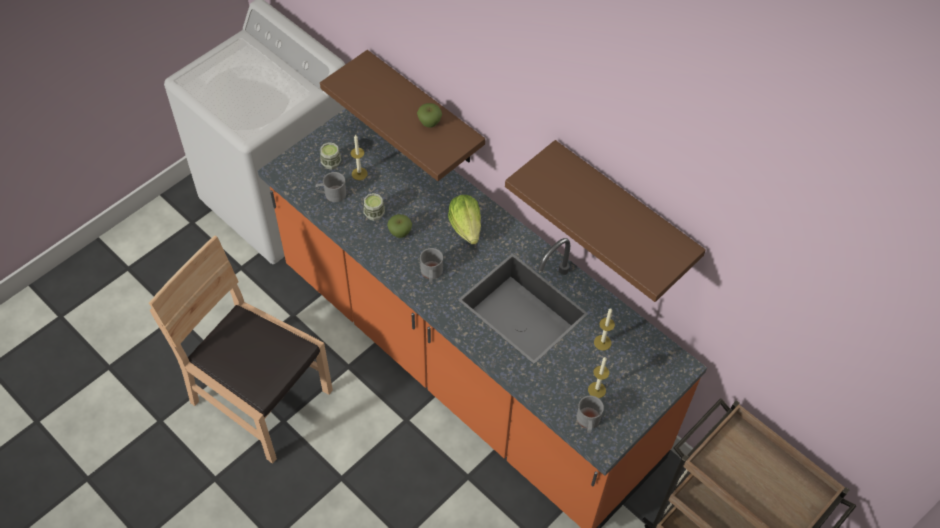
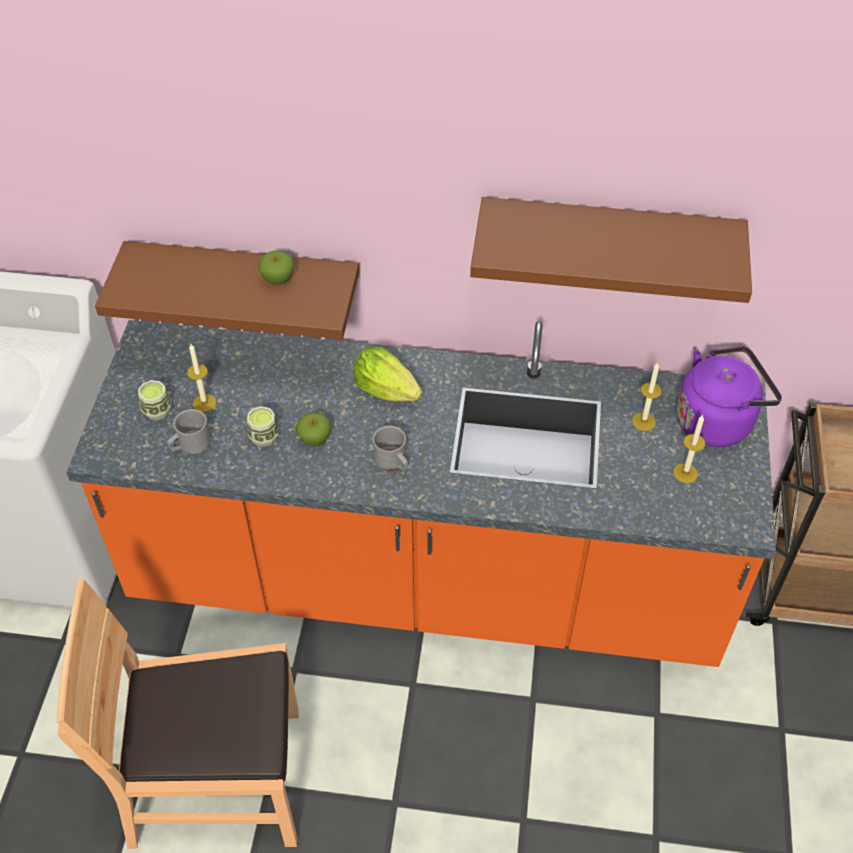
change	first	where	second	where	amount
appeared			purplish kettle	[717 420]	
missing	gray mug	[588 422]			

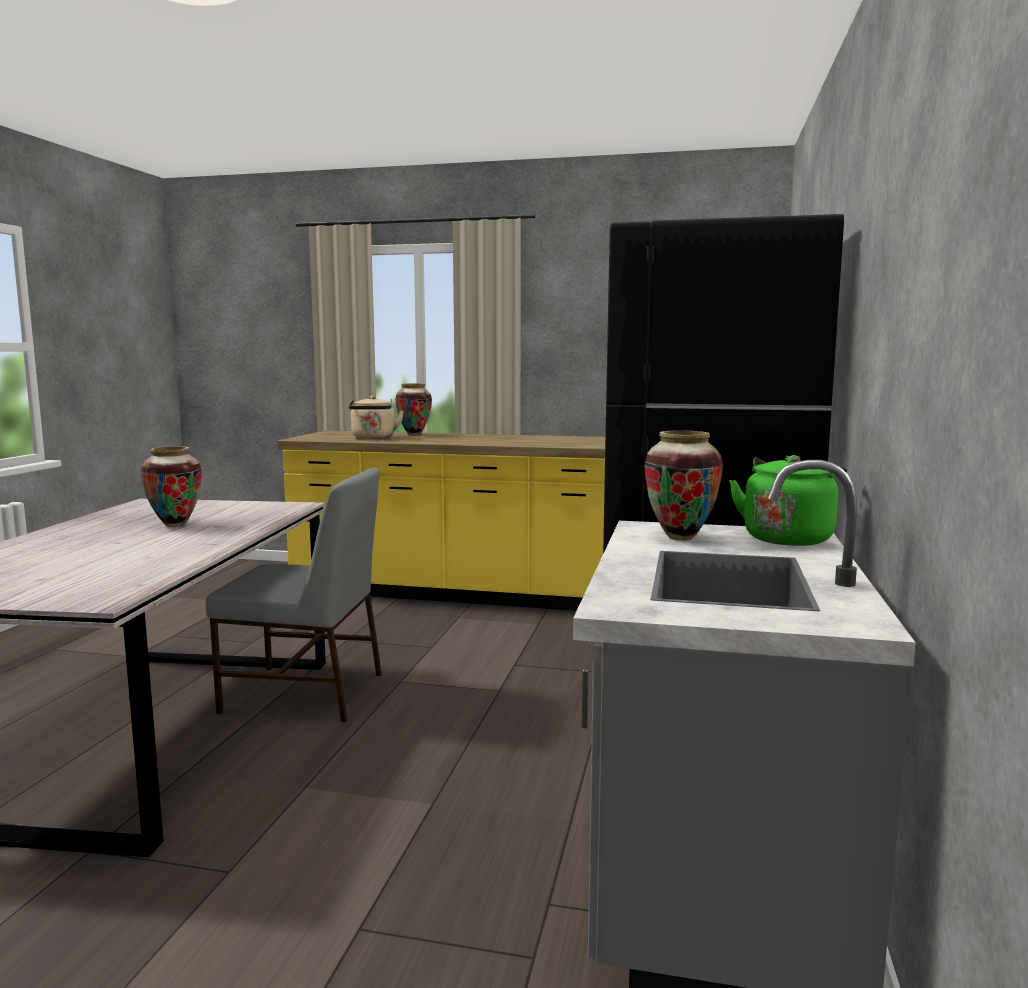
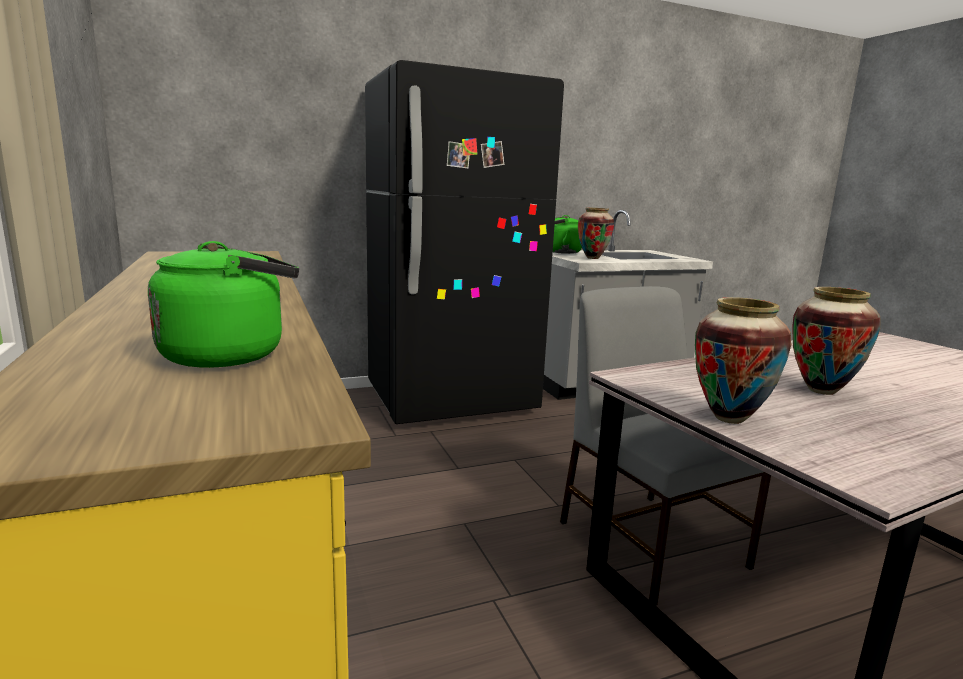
change	first	where	second	where	amount
colour	beige kettle	[373 438]	greenish kettle	[230 354]	
relocated	flower vase	[414 434]		[729 418]	

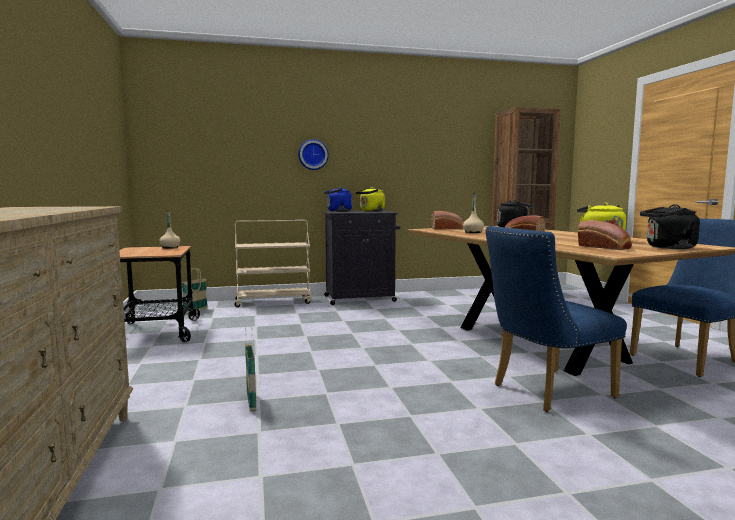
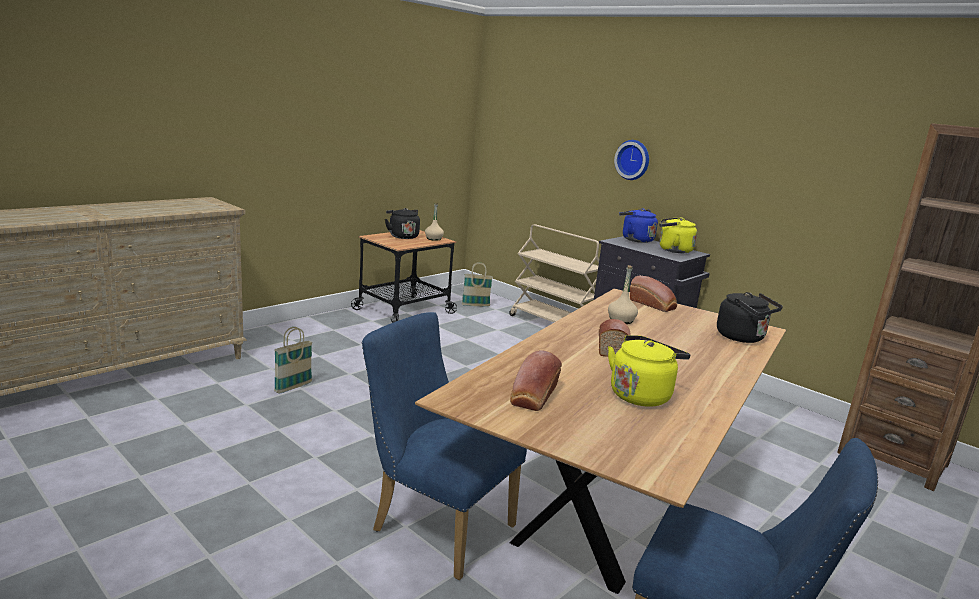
change	first	where	second	where	amount
relocated	black kettle	[668 248]		[402 236]	

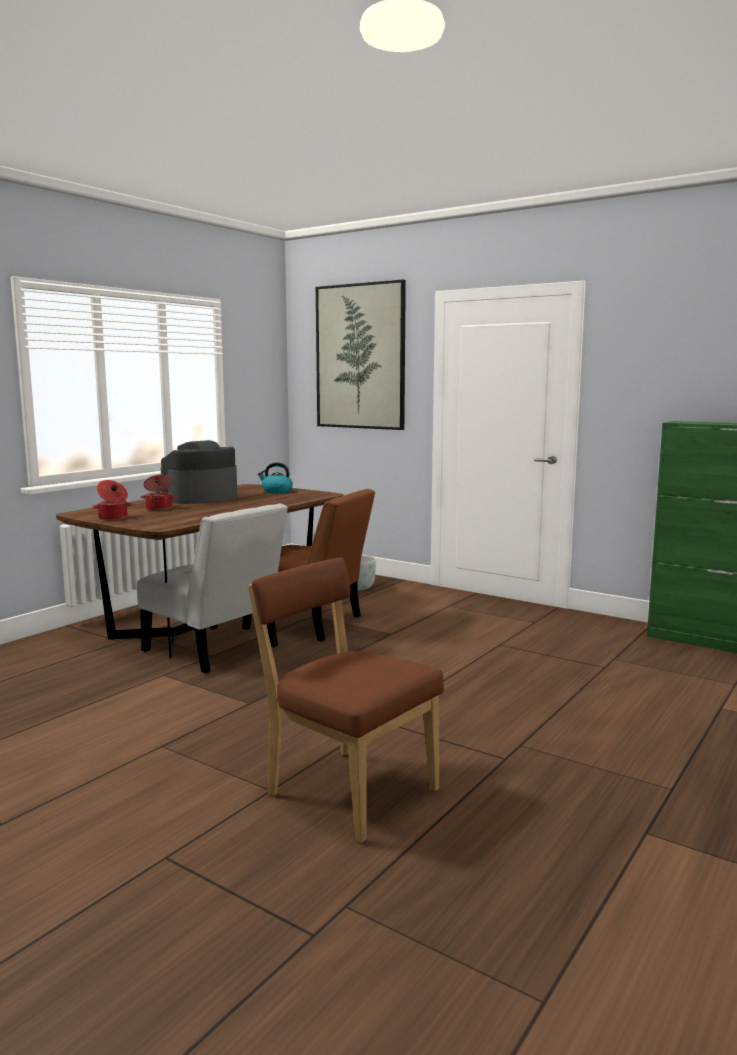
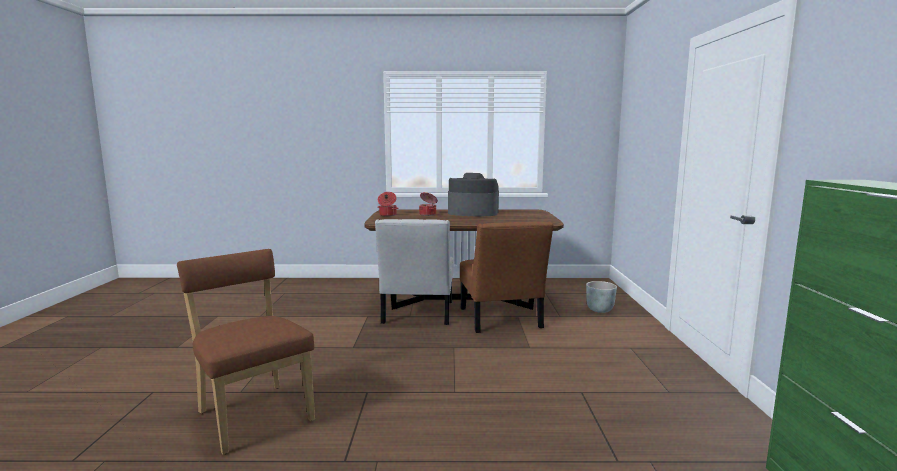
change	first	where	second	where	amount
spun	brown upright chair	[346 789]		[253 414]	45 degrees counterclockwise
missing	kettle	[276 491]			
missing	picture	[360 357]			

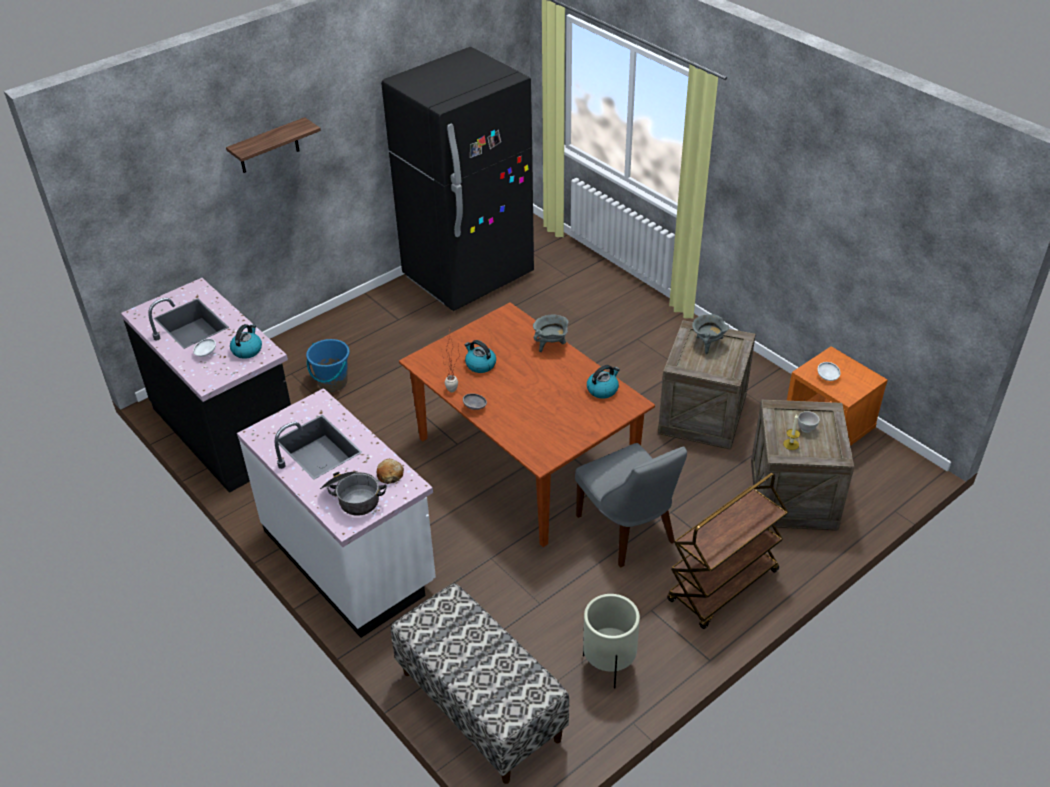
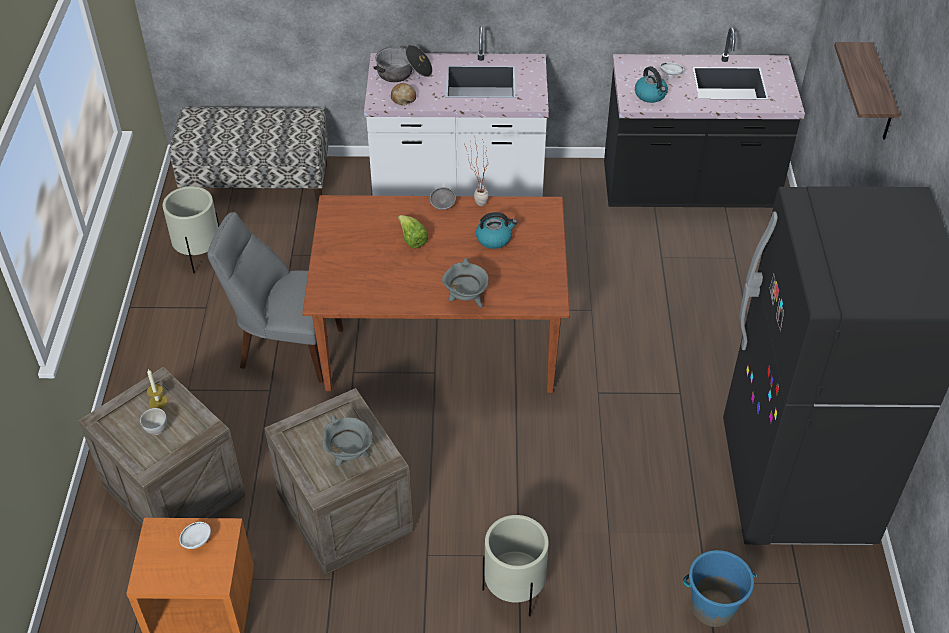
change	first	where	second	where	amount
appeared			head of lettuce	[412 240]	
appeared			beige flower pot	[514 591]	
relocated	blue bucket	[332 382]		[712 607]	
missing	kettle	[602 389]			
missing	brown trolley	[723 587]			

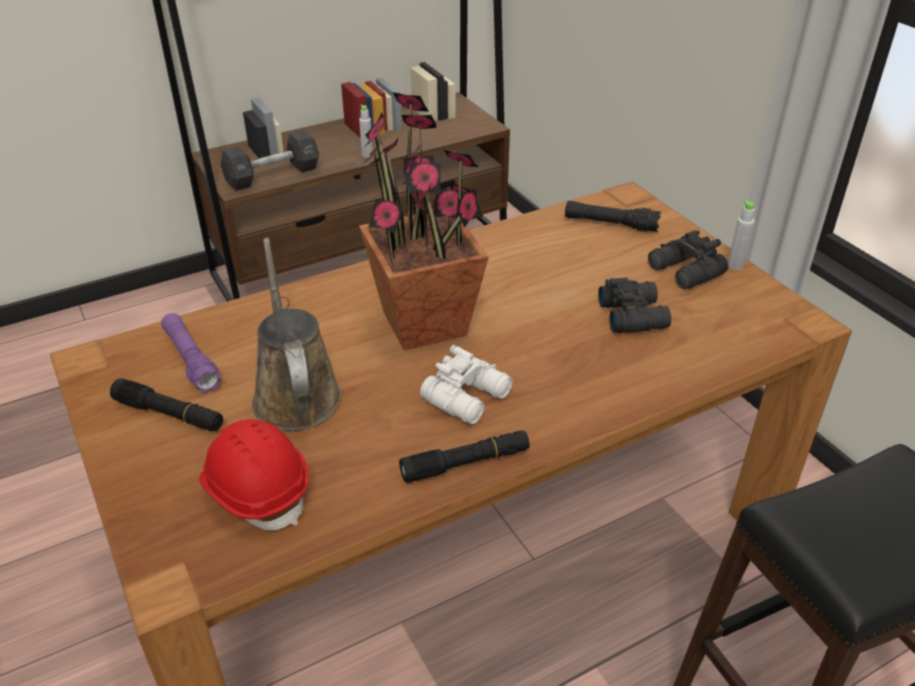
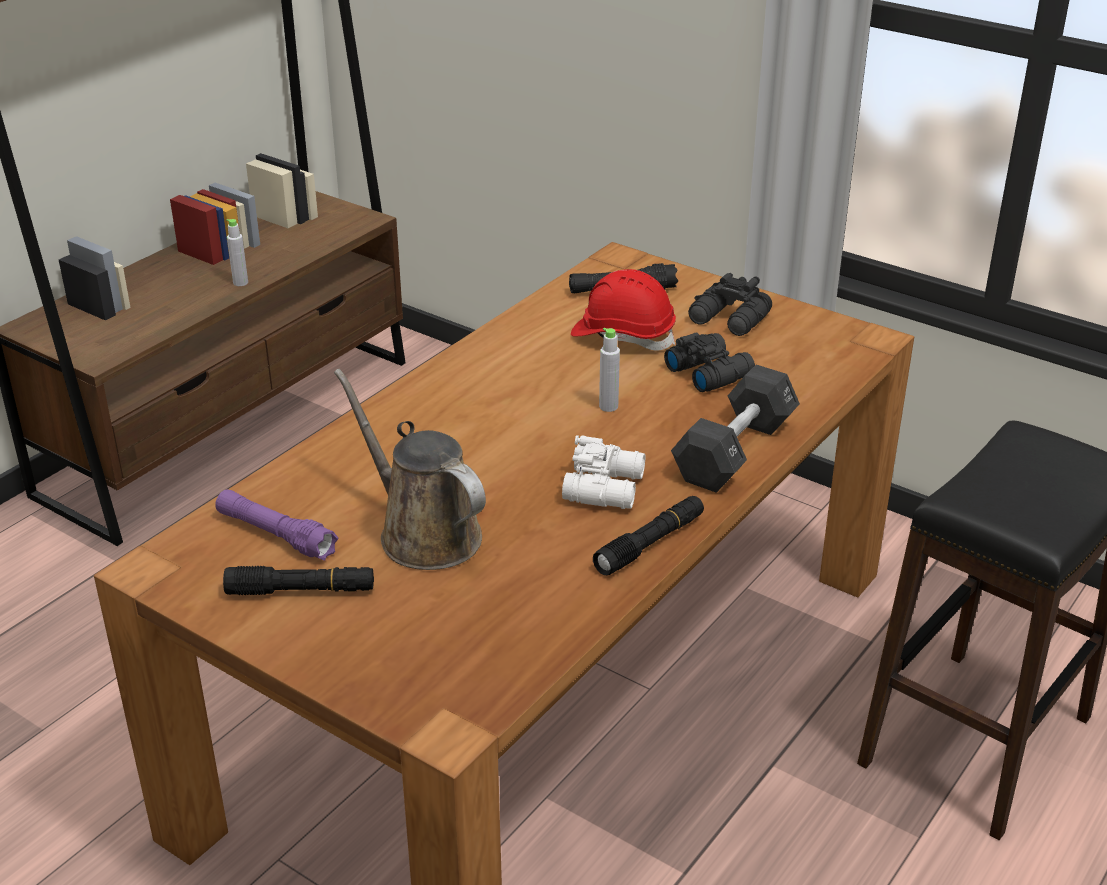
change	first	where	second	where	amount
relocated	red-coloured safety helmet	[256 490]		[623 336]	
relocated	gray bottle	[735 266]		[608 406]	
relocated	black hand weight	[272 175]		[734 451]	
missing	houseplant	[425 324]			

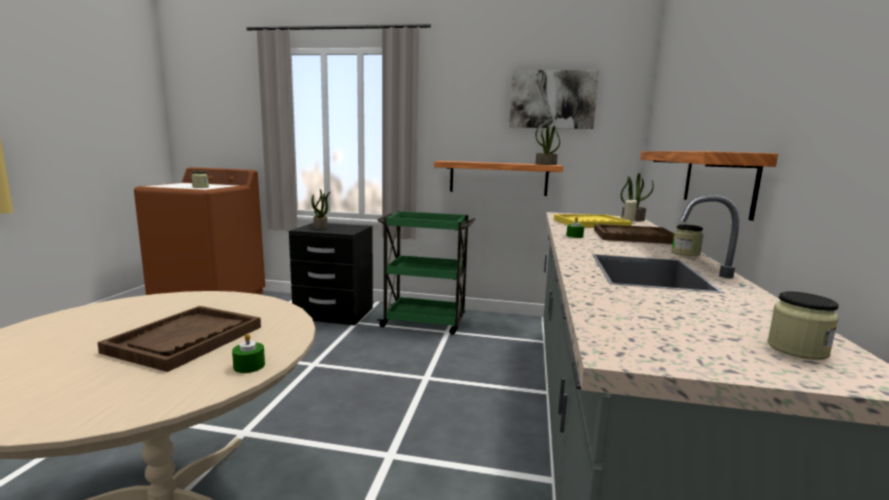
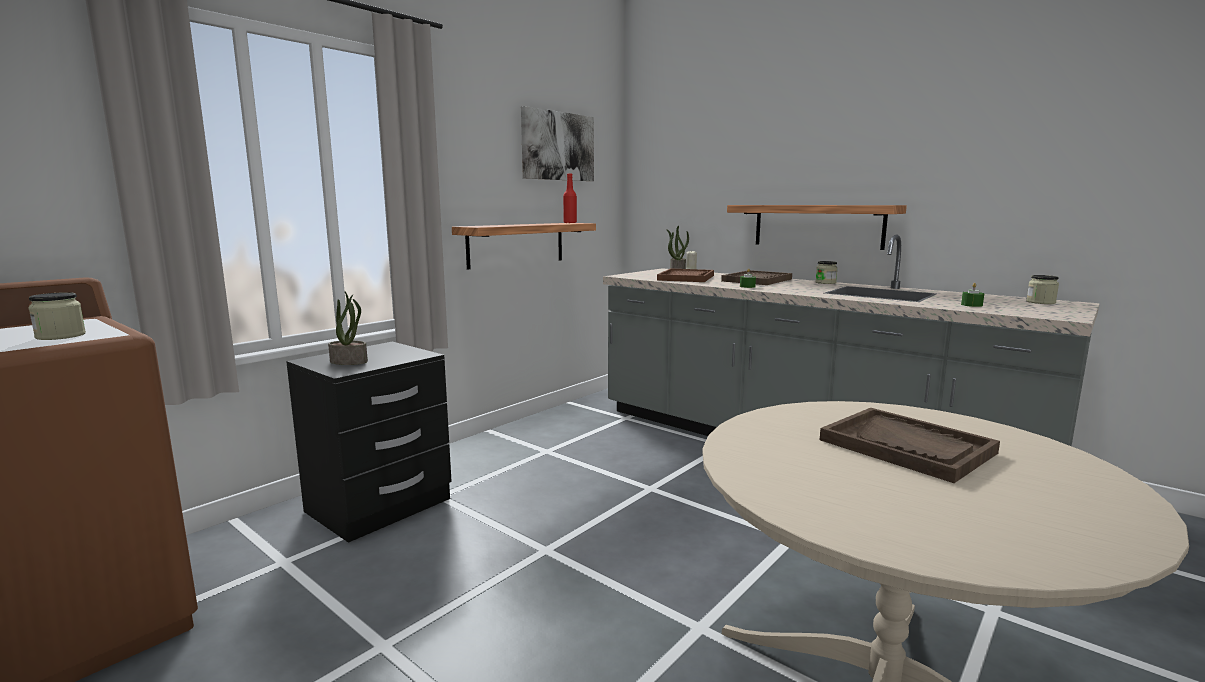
change	first	where	second	where	amount
exchanged	houseplant	[545 164]	red-coloured bottle	[570 223]	
colour	yellow-coloured serving tray	[590 223]	brown serving tray	[686 278]	
relocated	greenish wax light	[249 366]		[971 305]	
missing	greenish trolley	[425 322]			

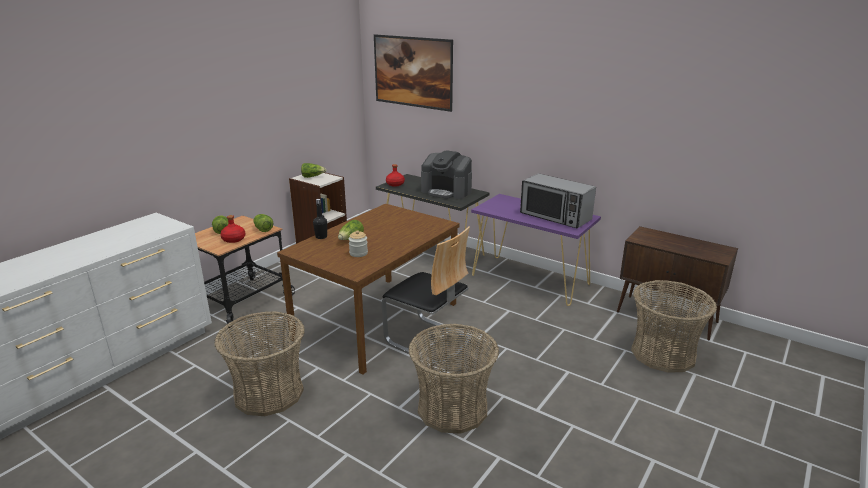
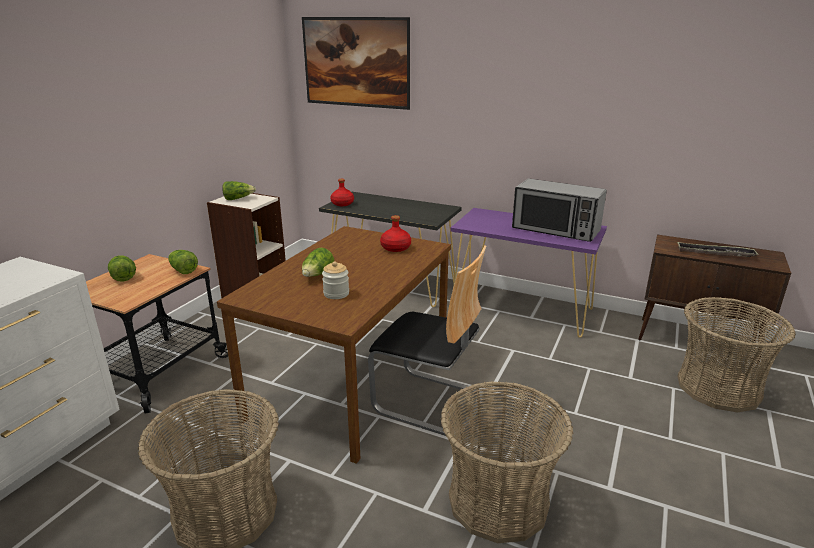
change	first	where	second	where	amount
relocated	red-coloured bottle	[234 239]		[396 248]	
appeared			serving tray	[715 253]	
missing	black bottle	[321 237]			
missing	coffee brewer	[447 191]			

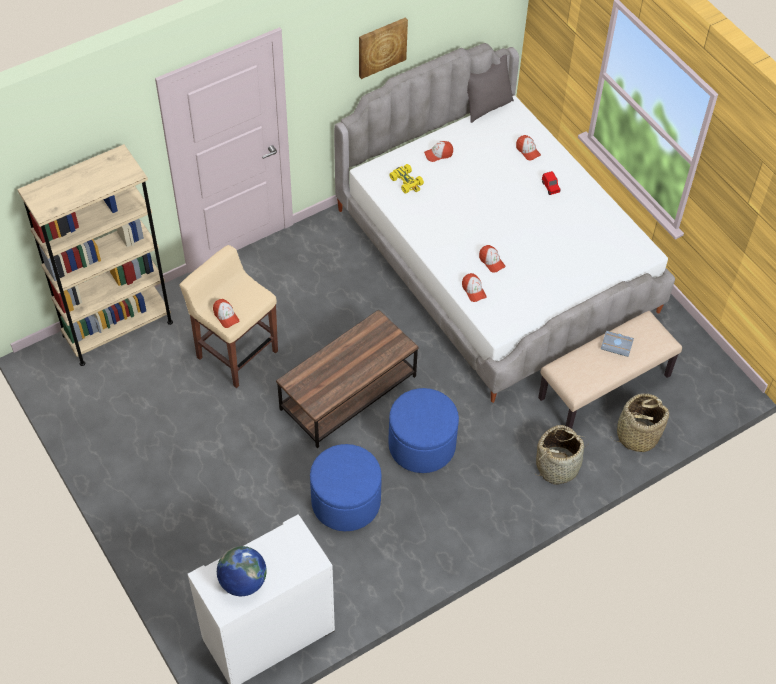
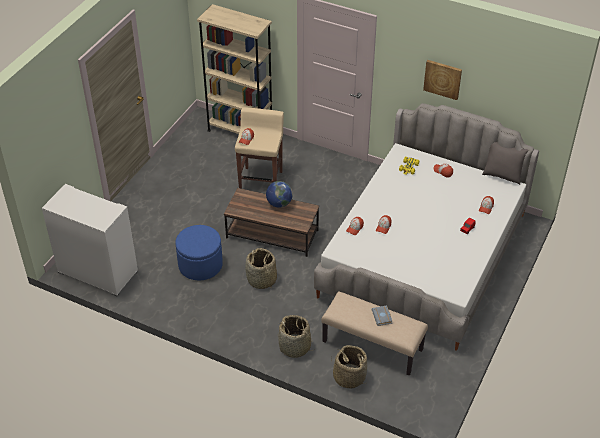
change	first	where	second	where	amount
exchanged	blue pouffe	[422 445]	household basket	[261 280]	
relocated	globe	[243 582]		[279 203]	

